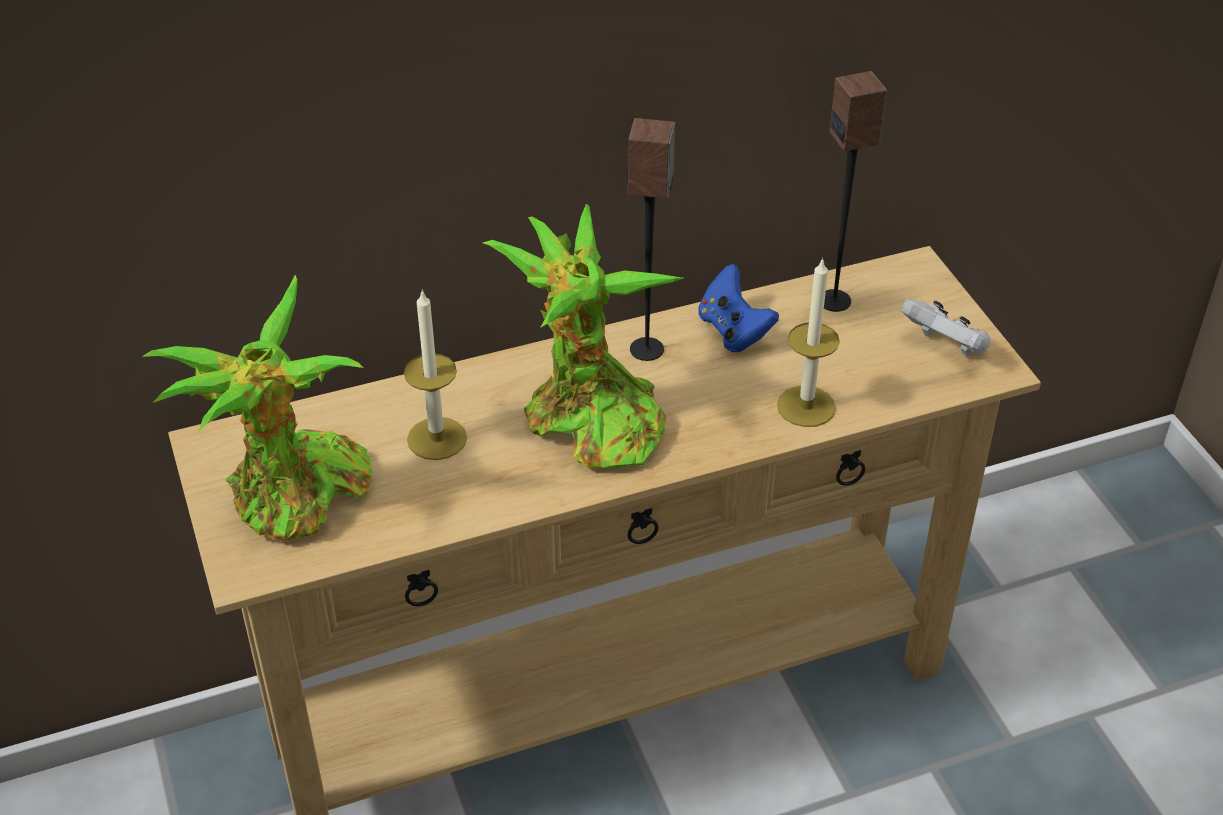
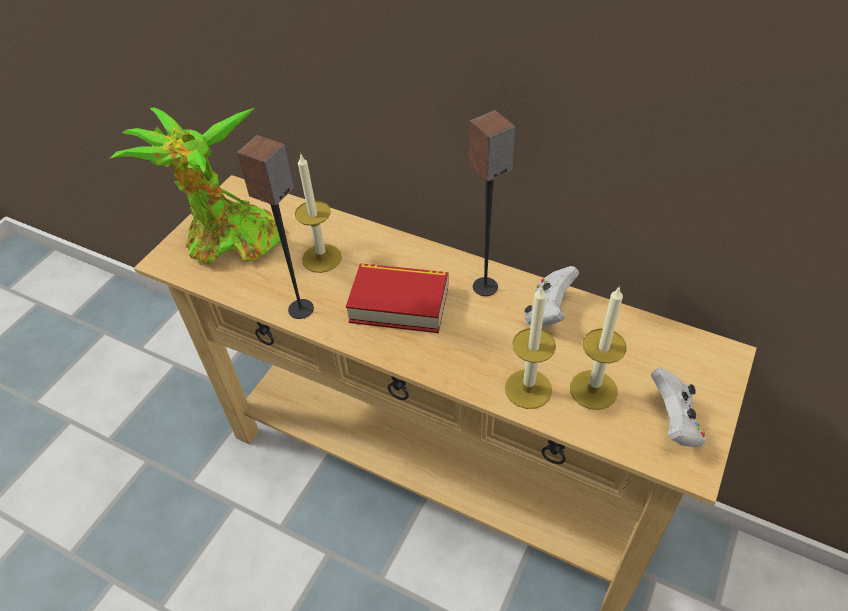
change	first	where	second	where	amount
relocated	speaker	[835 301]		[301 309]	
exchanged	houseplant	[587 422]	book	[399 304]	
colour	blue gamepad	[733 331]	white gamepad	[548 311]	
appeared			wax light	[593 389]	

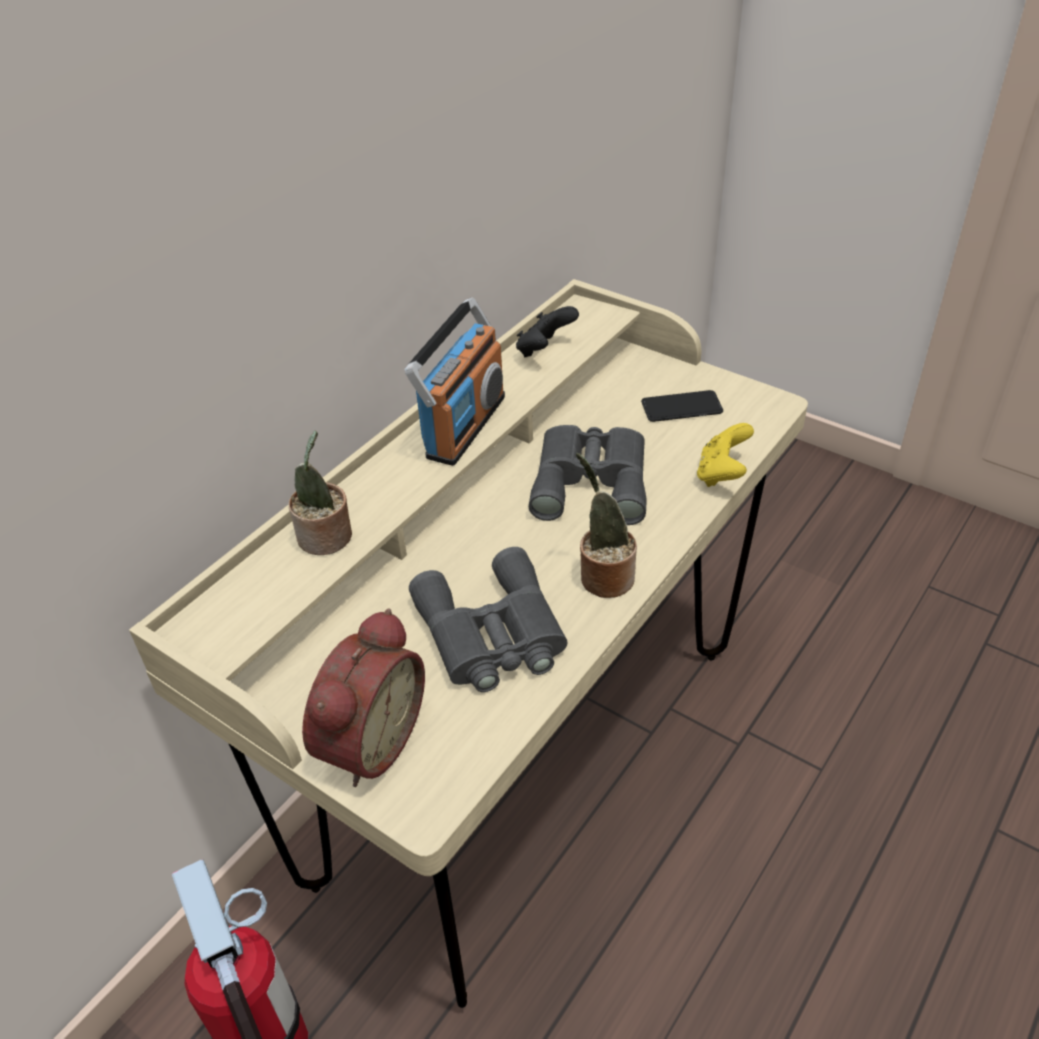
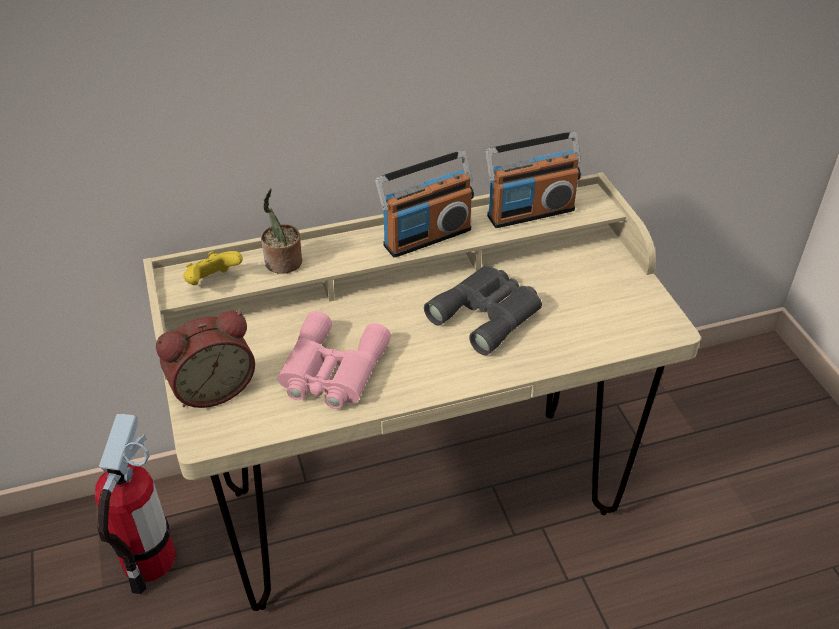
change	first	where	second	where	amount
relocated	yellow-coloured gamepad	[722 474]		[213 282]	
colour	gray pair of binoculars	[492 635]	pinkish pair of binoculars	[331 371]	
exchanged	black gamepad	[544 350]	radio set	[530 212]	
missing	houseplant	[603 576]			
missing	telephone	[681 407]			

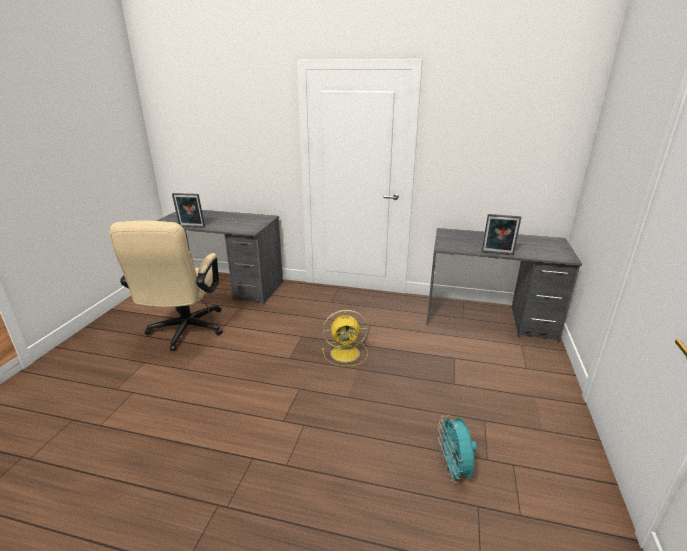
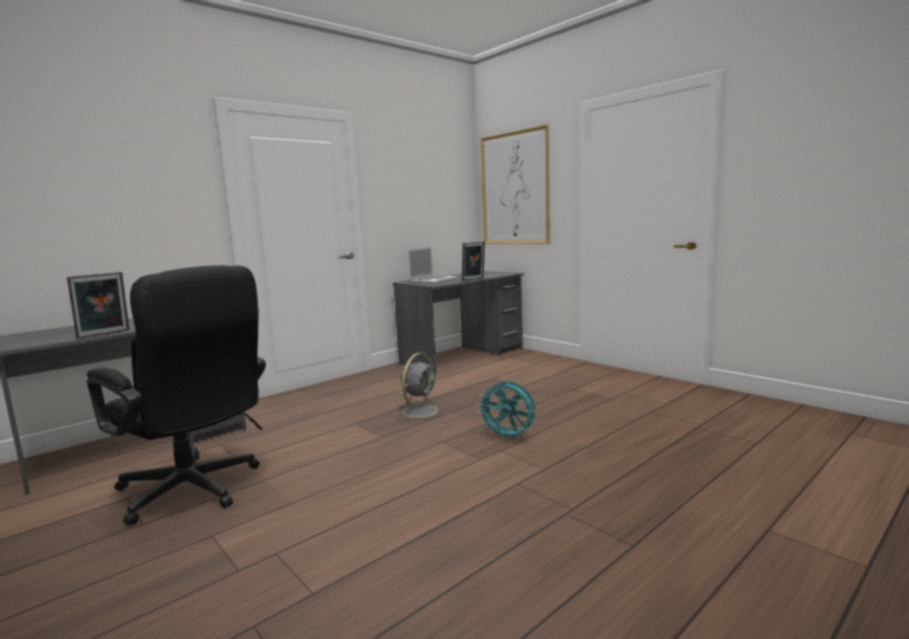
change	first	where	second	where	amount
colour	beige office chair	[184 332]	black office chair	[195 491]	
colour	yellow-coloured cooling fan	[346 353]	gray cooling fan	[421 410]	
appeared			notebook computer	[433 281]	
relocated	turquoise-coloured cooling fan	[453 470]		[509 437]	
appeared			picture	[514 188]	

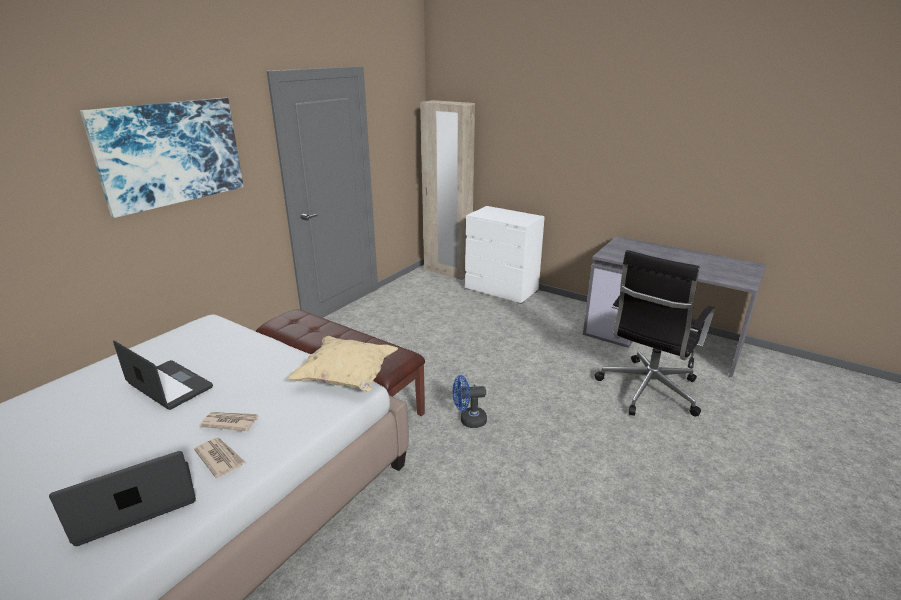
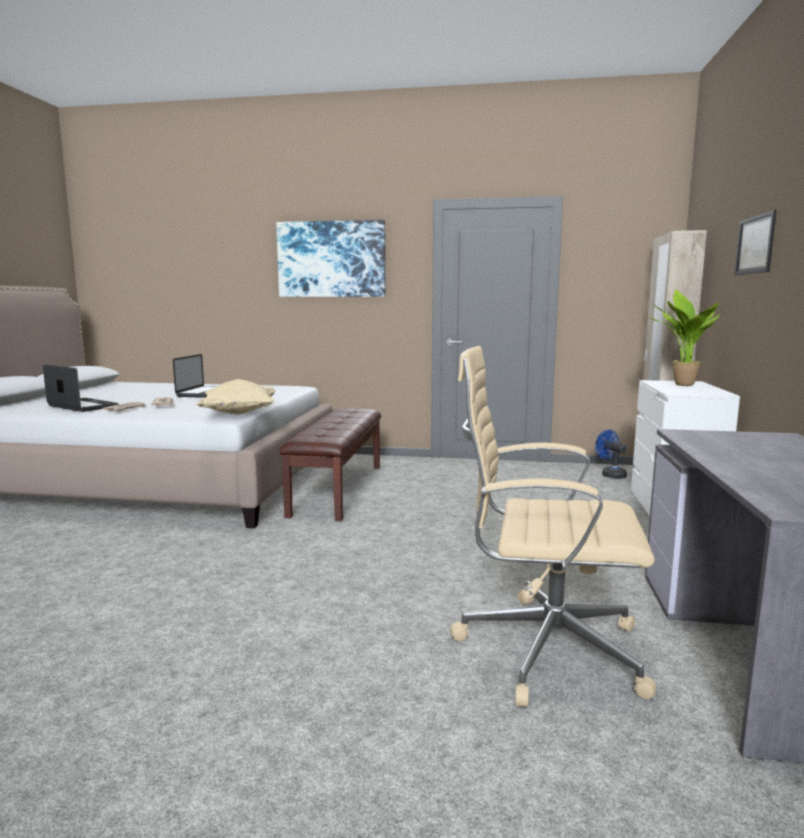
change	first	where	second	where	amount
colour	black office chair	[647 391]	beige office chair	[544 648]	
relocated	blue cooling fan	[468 420]		[610 475]	
appeared			houseplant	[680 385]	
appeared			picture	[755 245]	

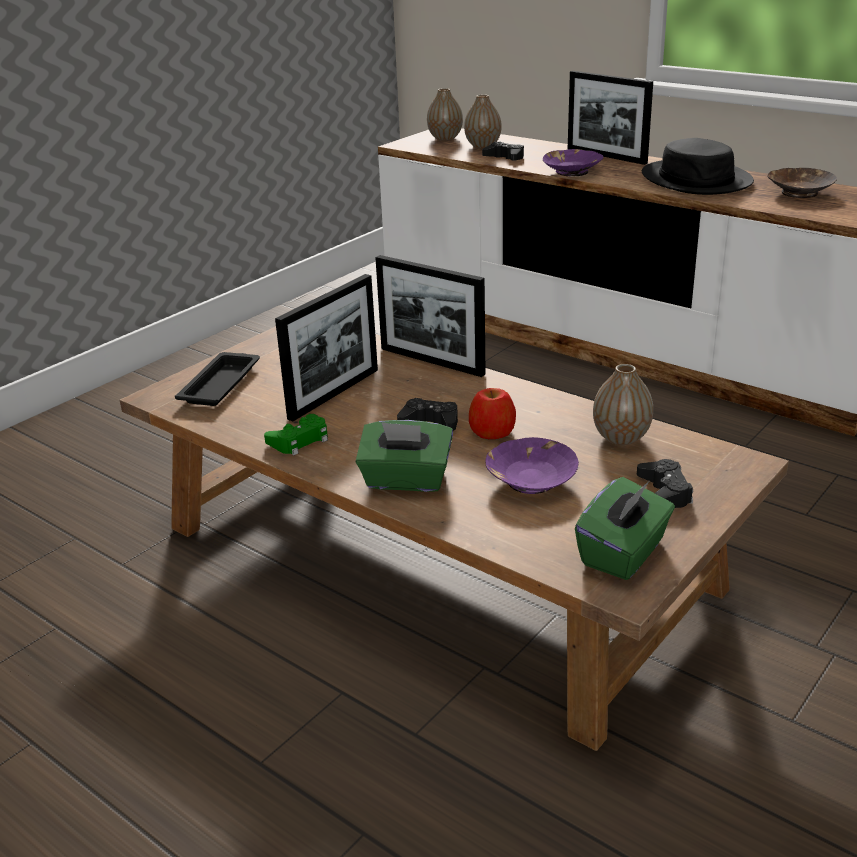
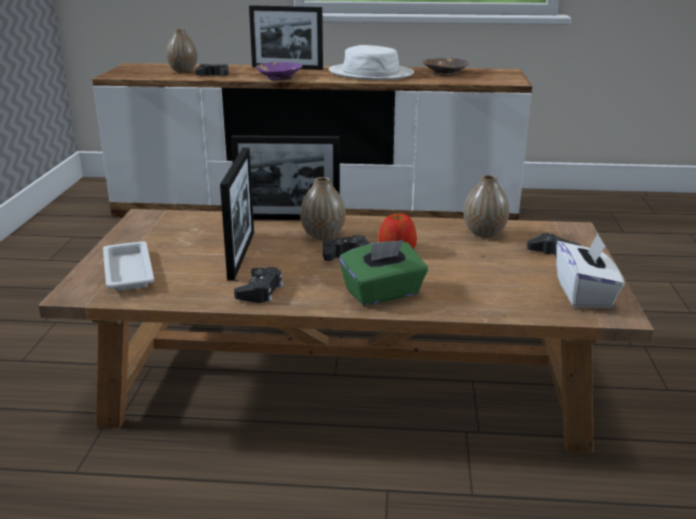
change	first	where	second	where	amount
colour	black serving tray	[221 384]	white serving tray	[128 270]	
colour	greenish gamepad	[299 441]	black gamepad	[260 291]	
relocated	flower vase	[445 138]		[323 236]	
colour	black wearable hat	[696 179]	white wearable hat	[371 73]	
colour	greenish tissue box	[624 553]	white tissue box	[585 294]	
missing	purplish deep dish	[530 480]			

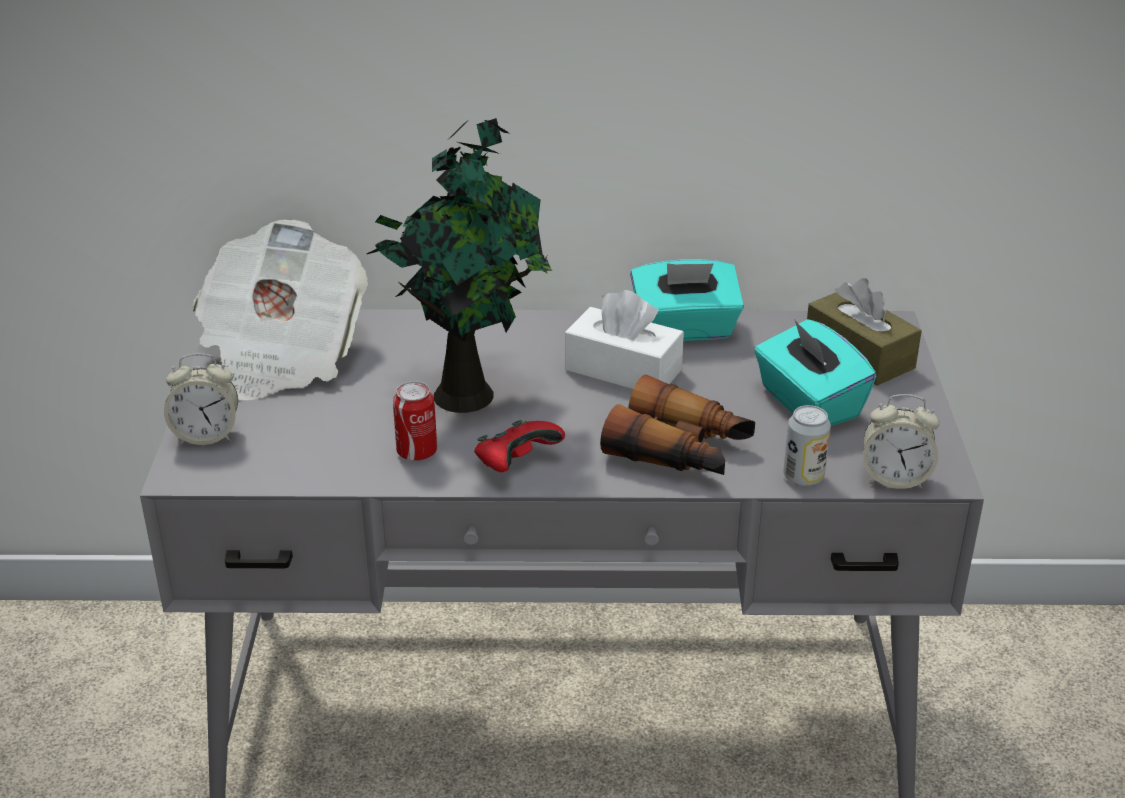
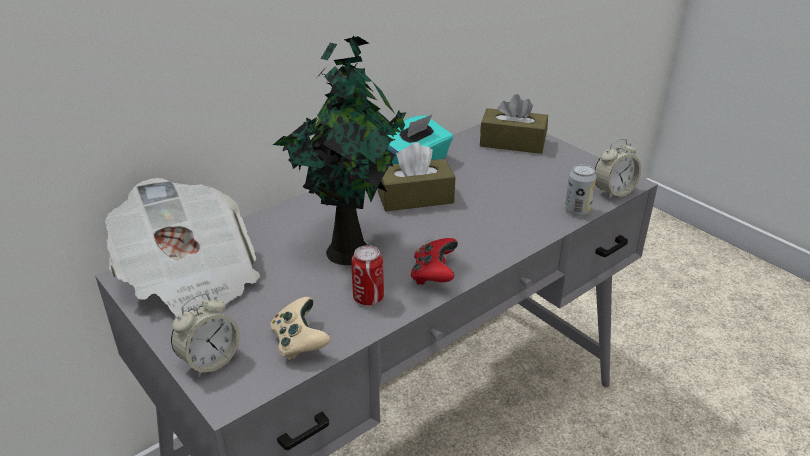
change	first	where	second	where	amount
appeared			beige gamepad	[299 342]	
colour	white tissue box	[623 370]	brown tissue box	[415 198]	
missing	pair of binoculars	[680 451]			
missing	turquoise-coloured tissue box	[808 403]			

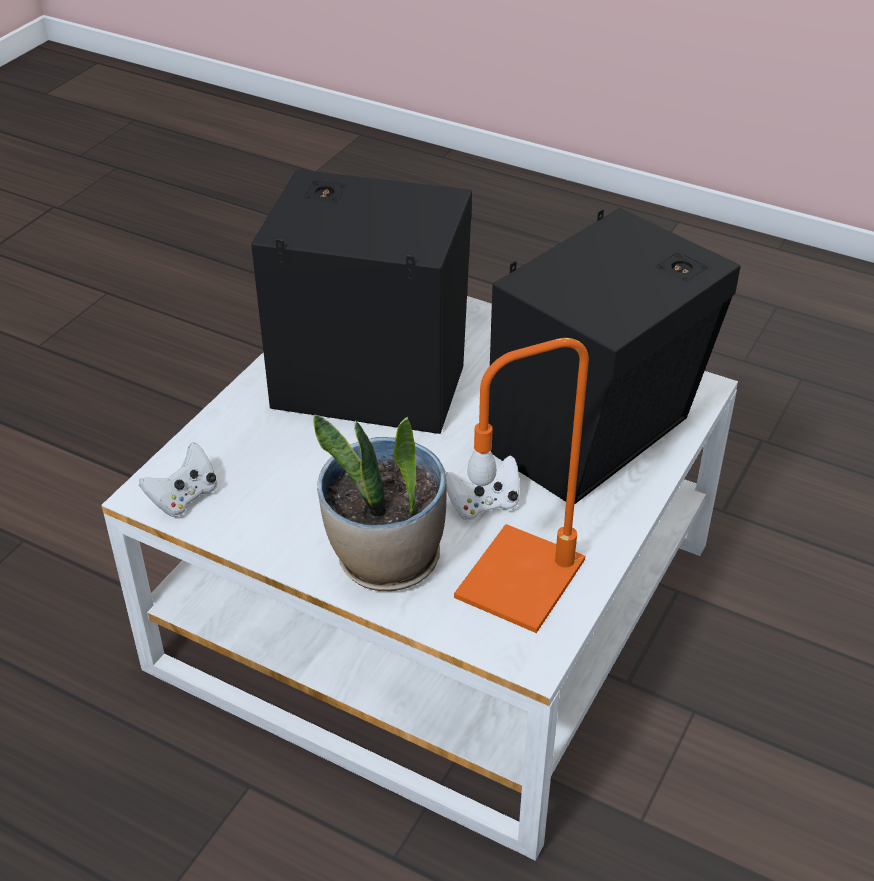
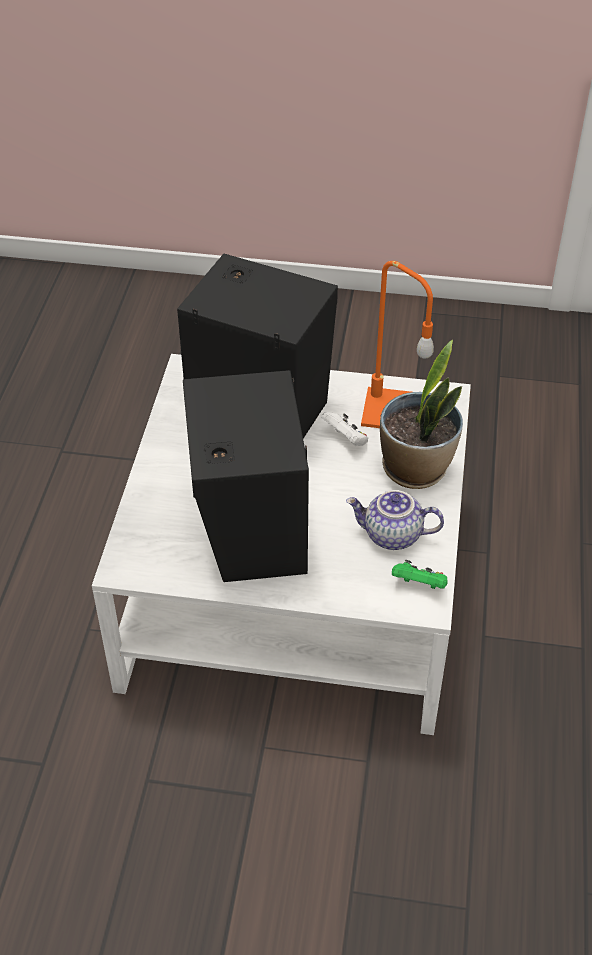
change	first	where	second	where	amount
appeared			teapot	[392 536]	
colour	white gamepad	[184 497]	greenish gamepad	[419 585]	

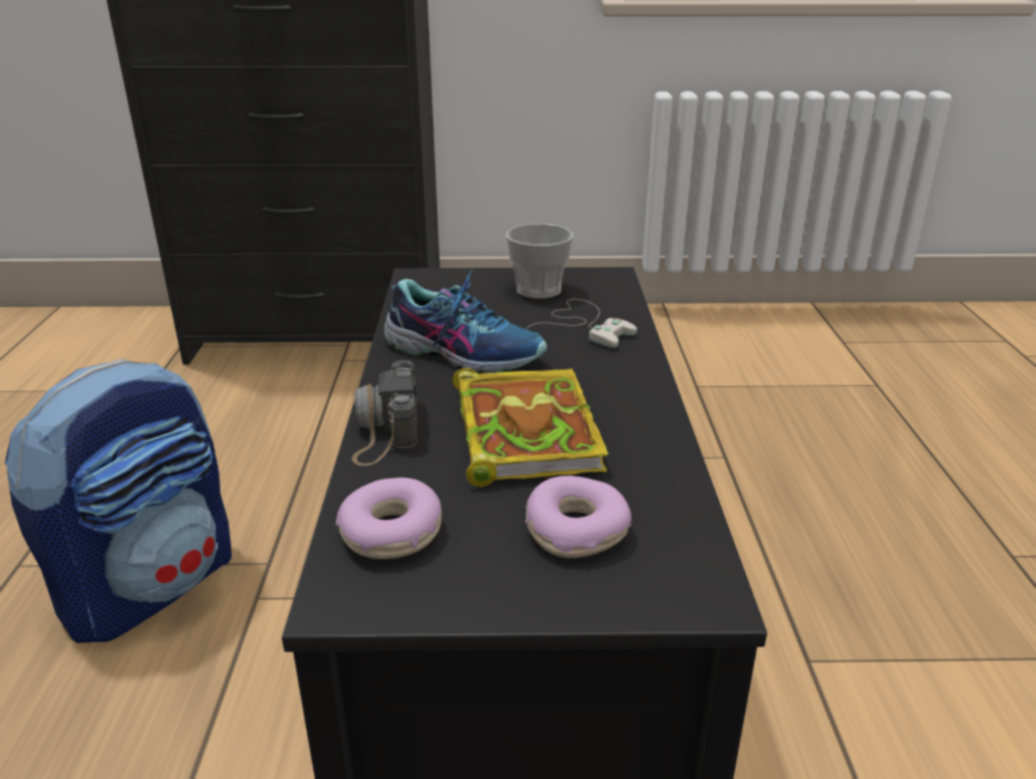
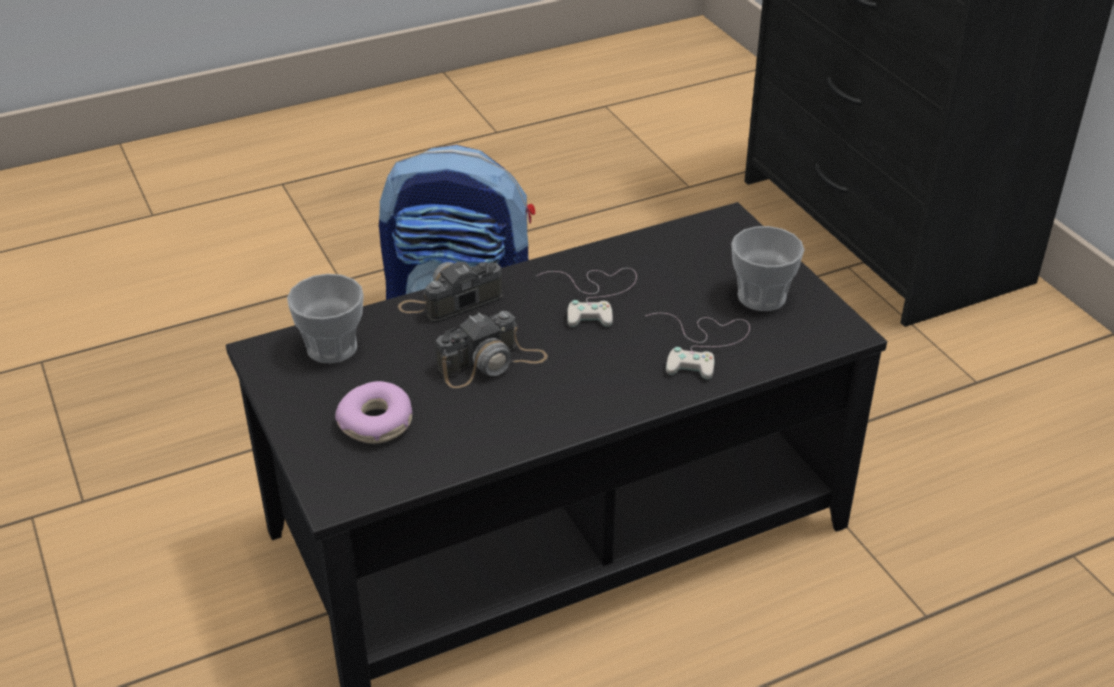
change	first	where	second	where	amount
exchanged	doughnut	[392 533]	cup	[332 348]	
exchanged	book	[523 429]	photo camera	[492 363]	
exchanged	low shoe	[464 352]	white gamepad	[595 296]	

